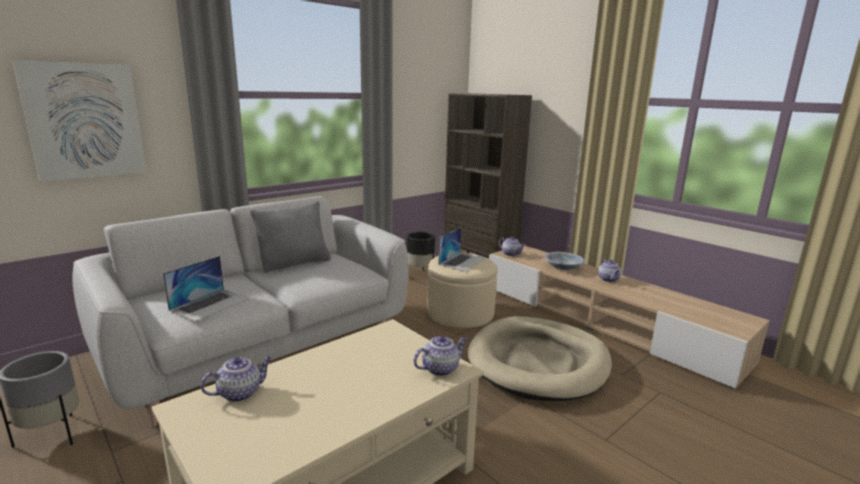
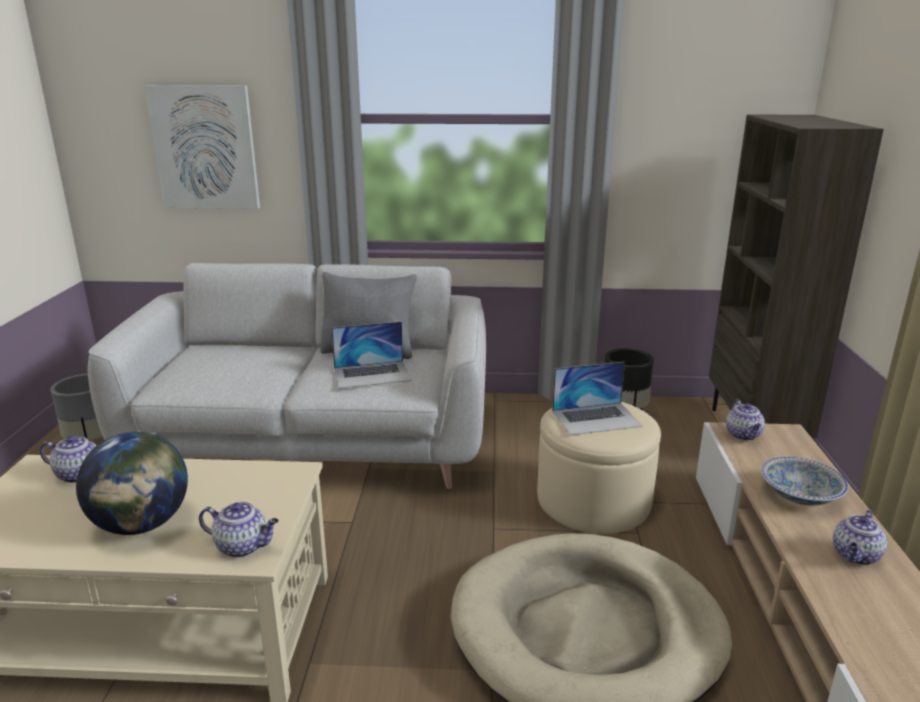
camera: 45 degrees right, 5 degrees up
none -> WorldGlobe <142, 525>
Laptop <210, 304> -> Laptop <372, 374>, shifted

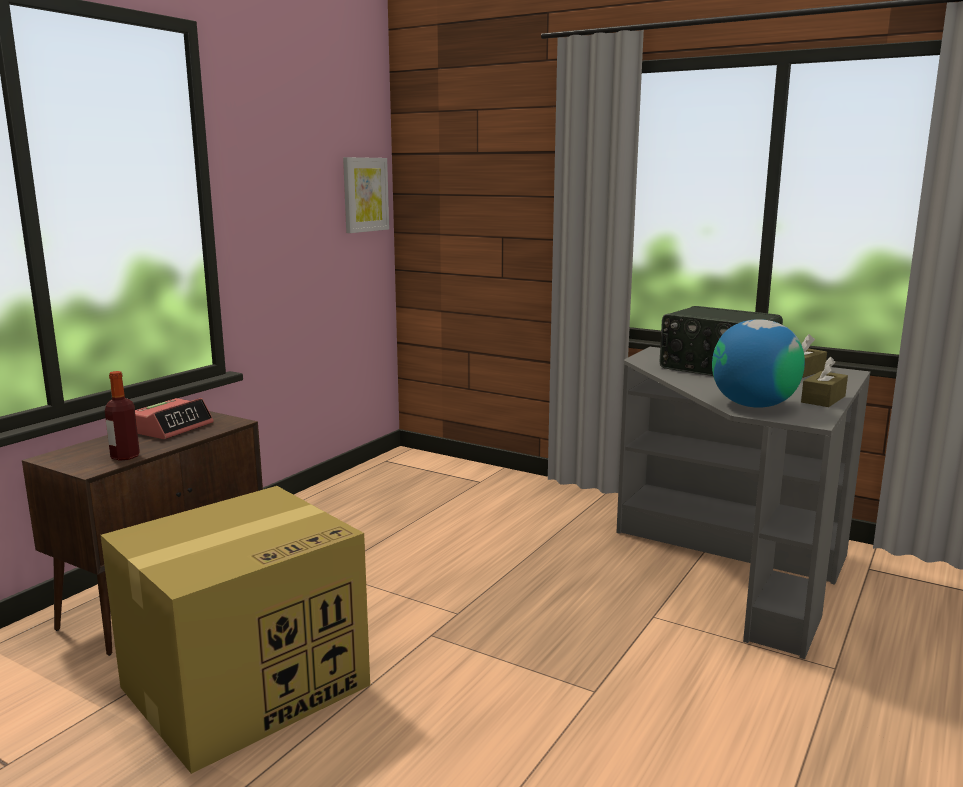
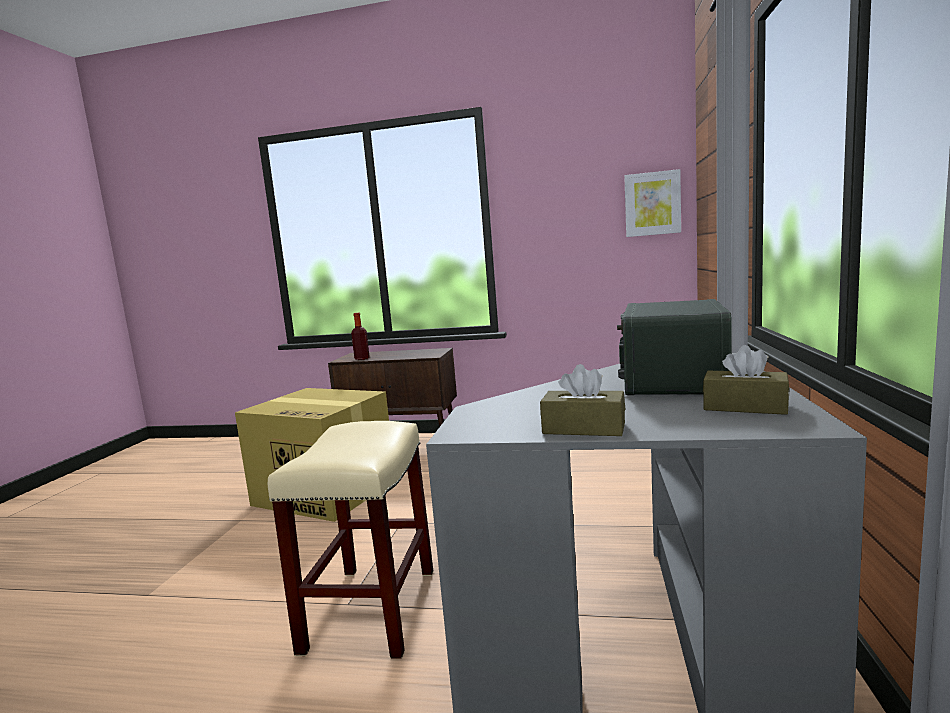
camera: 70 degrees right, 5 degrees down
BedsideClock <172, 428> -> none
WorldGlobe <753, 405> -> none
none -> BeigeColouredStool <370, 608>

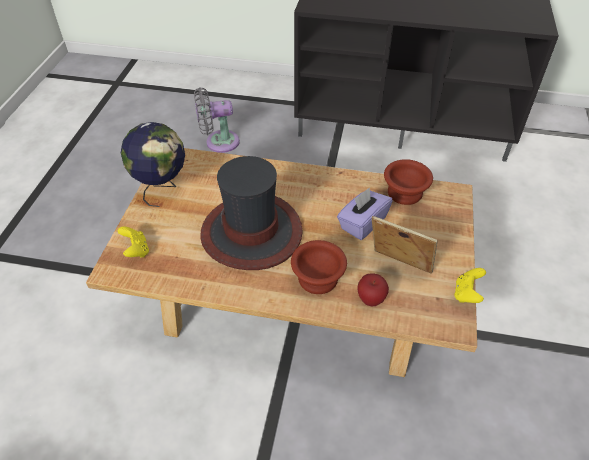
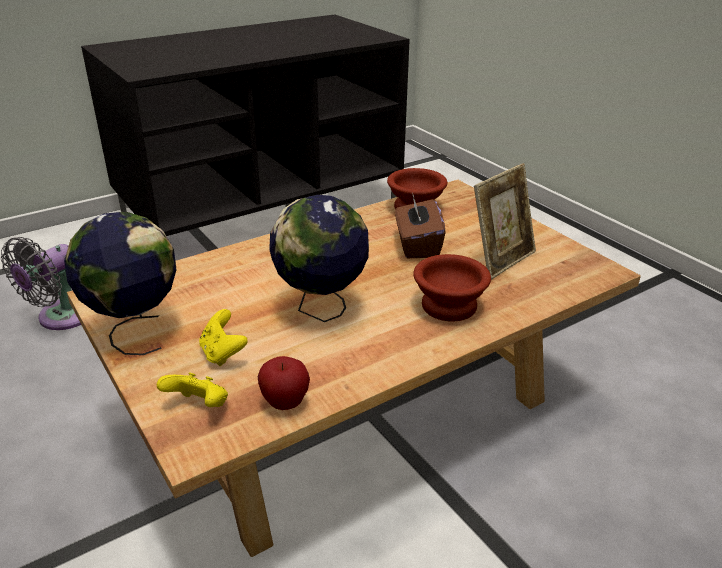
camera: 45 degrees left, 15 degrees down
Apple <371, 300> -> Apple <285, 403>, shifted
YellowColouredGameController <466, 294> -> YellowColouredGameController <223, 353>, shifted
Hat <252, 232> -> WorldGlobe <321, 309>
PurplishTissueBox <362, 223> -> BrownishTissueBox <417, 245>
StandingFrame <398, 268> -> StandingFrame <501, 260>, 150 degrees clockwise

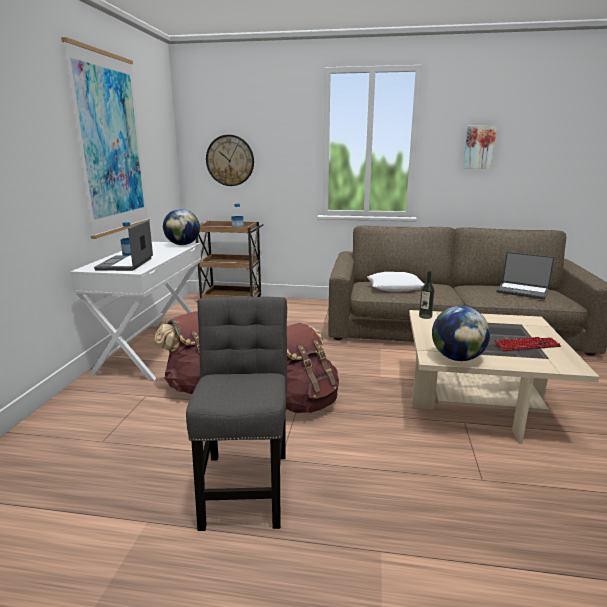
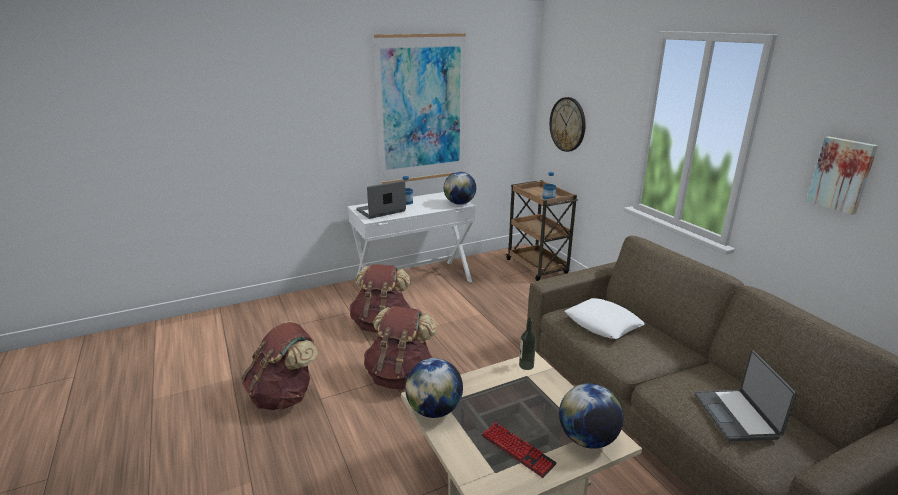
camera: 55 degrees right, 5 degrees up
none -> WorldGlobe <587, 439>
GreyishUprightChair <245, 483> -> BrownishRucksack <284, 396>

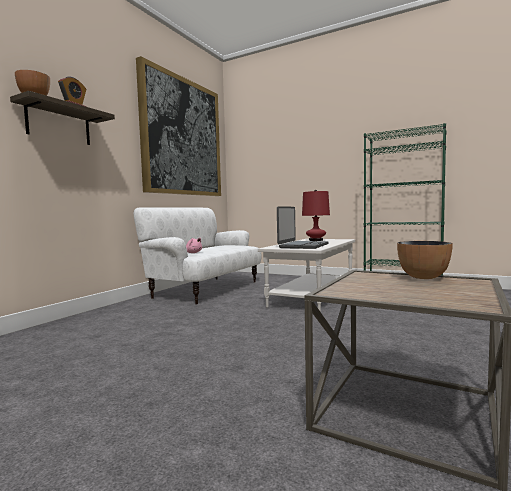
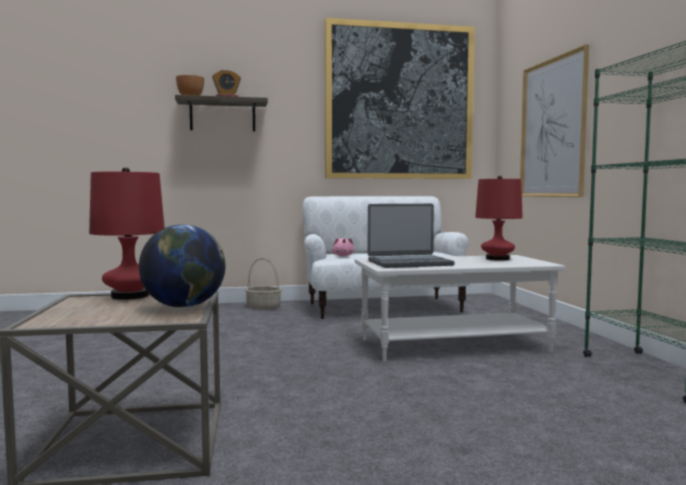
camera: 50 degrees right, 0 degrees up
none -> RedColouredTableLamp <130, 296>
none -> HouseholdBasket <263, 307>
none -> WallArt <552, 128>
ServingBowl <423, 277> -> WorldGlobe <184, 306>

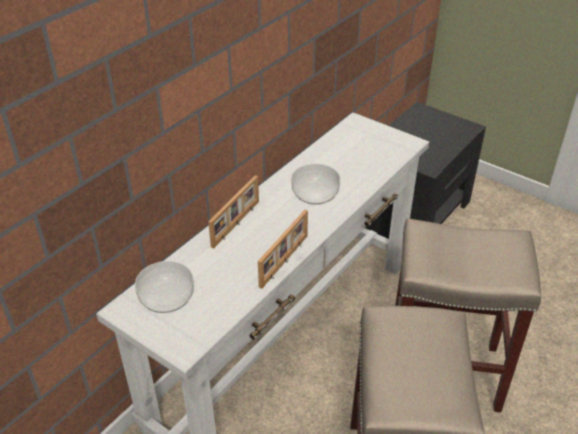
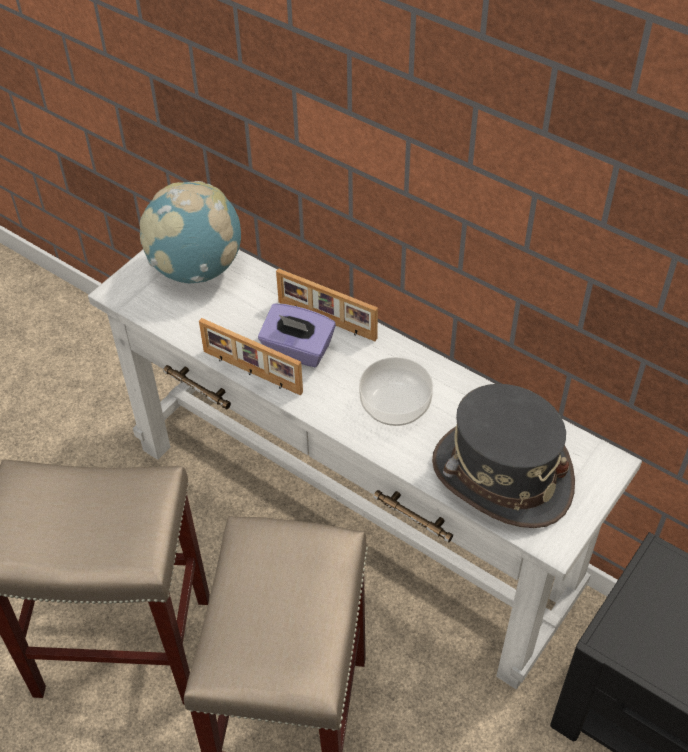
camera: 90 degrees right, 10 degrees up
none -> PurplishTissueBox <297, 350>
none -> GreyishHat <501, 476>
ServingBowl <166, 297> -> WorldGlobe <197, 269>

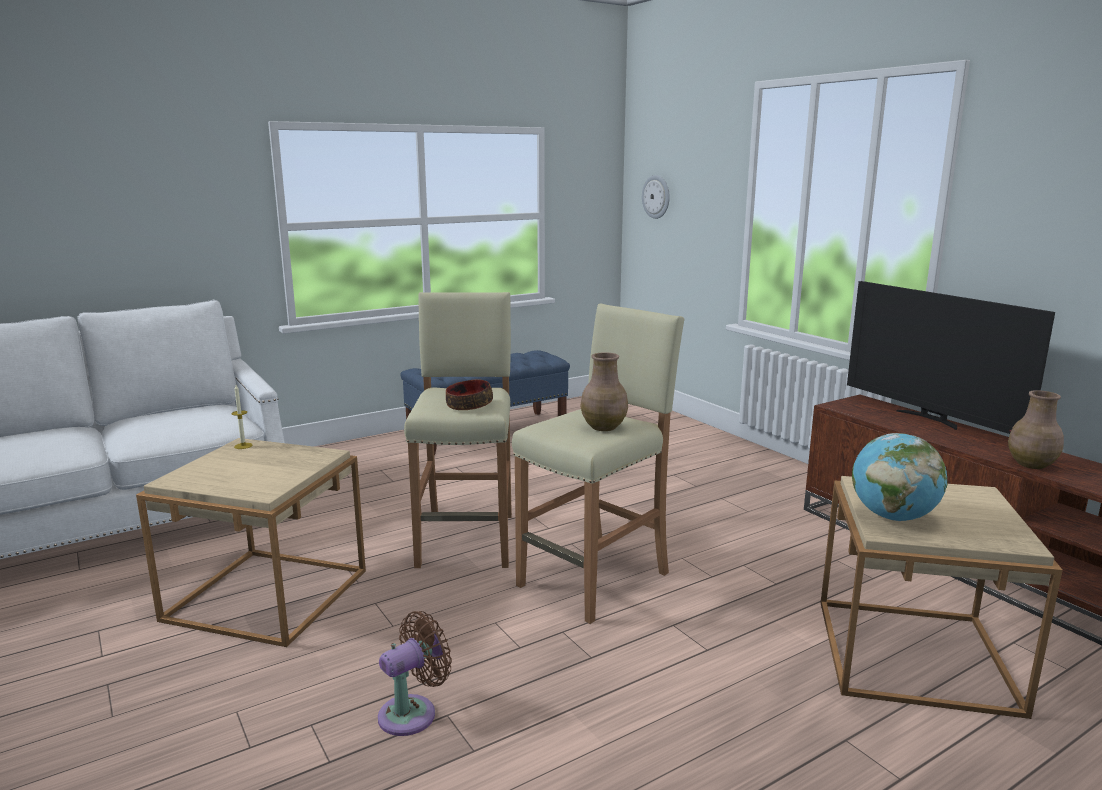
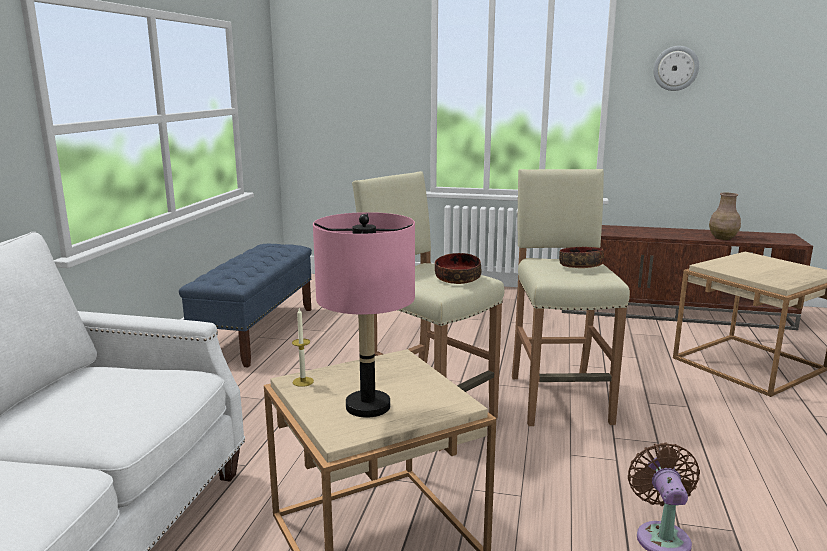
camera: 45 degrees left, 0 degrees up
Television <930, 419> -> none
WorldGlobe <893, 517> -> none
none -> PinkishTableLamp <368, 406>
HangingClock <656, 196> -> HangingClock <675, 68>, shifted
BrownishFlowerVase <604, 427> -> ServingBowl <581, 266>

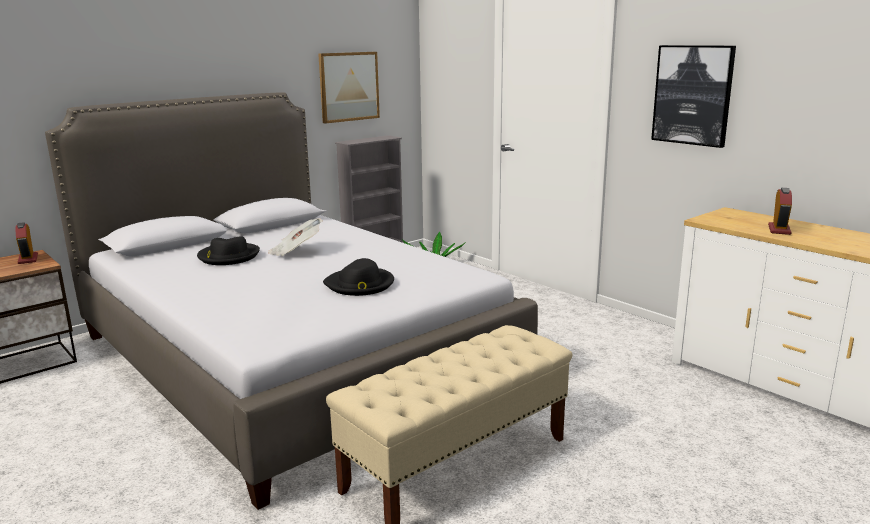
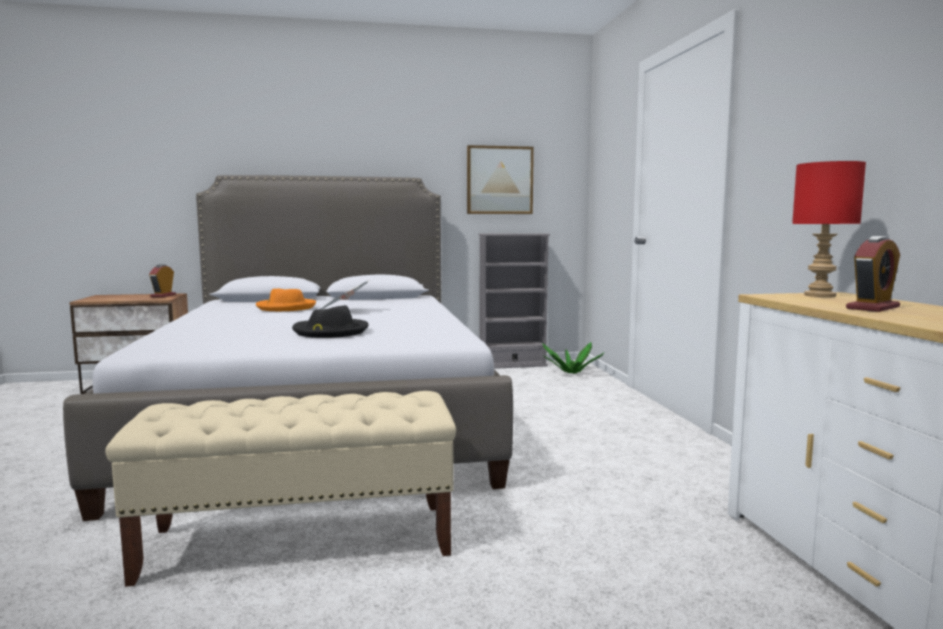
camera: 30 degrees right, 10 degrees down
WallArt <692, 95> -> none
none -> RedColouredTableLamp <818, 295>
BlackColouredHat <228, 256> -> OrangeColouredHat <286, 307>

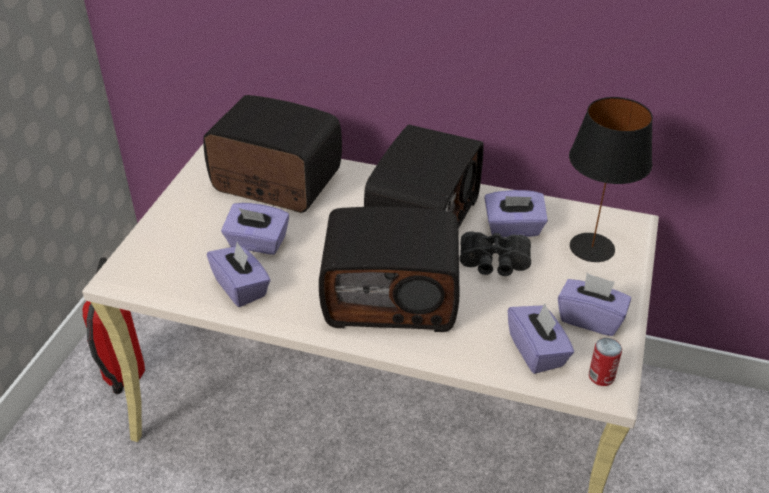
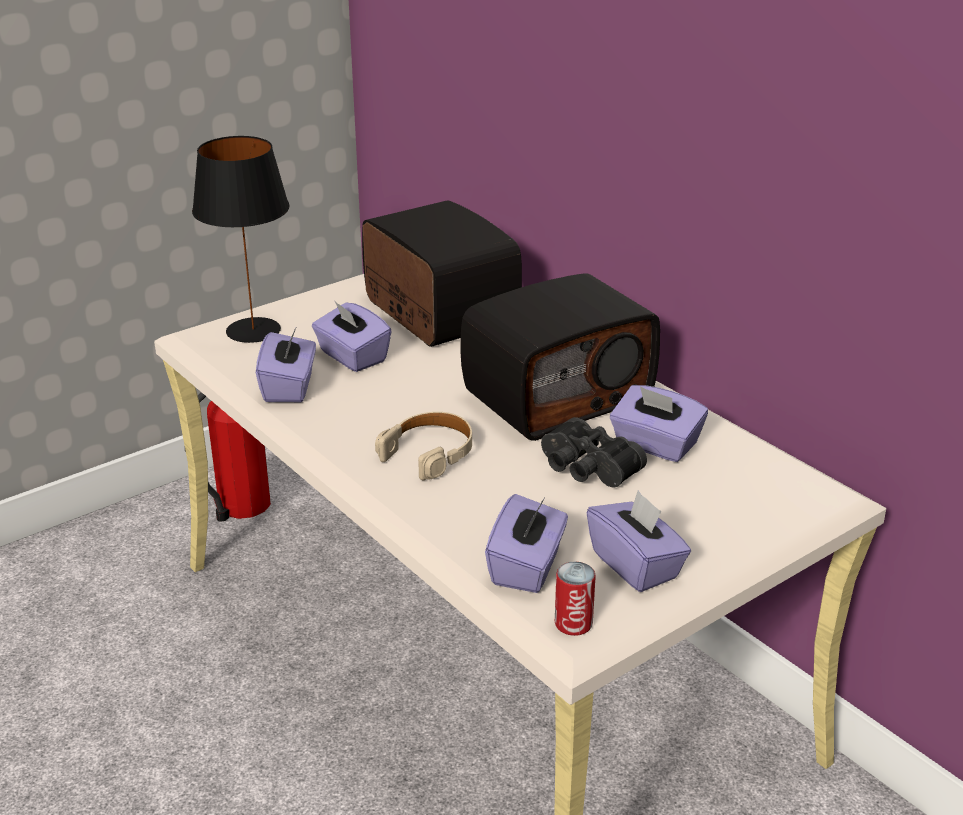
camera: 35 degrees right, 10 degrees down
BlackColouredTableLamp <592, 248> -> BlackColouredTableLamp <252, 331>, shifted
Radio <392, 296> -> BeigeColouredHeadphones <429, 453>

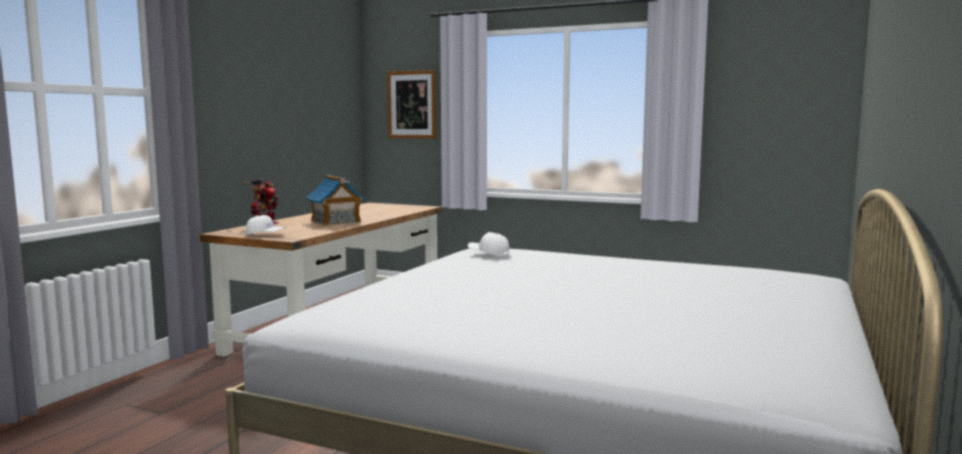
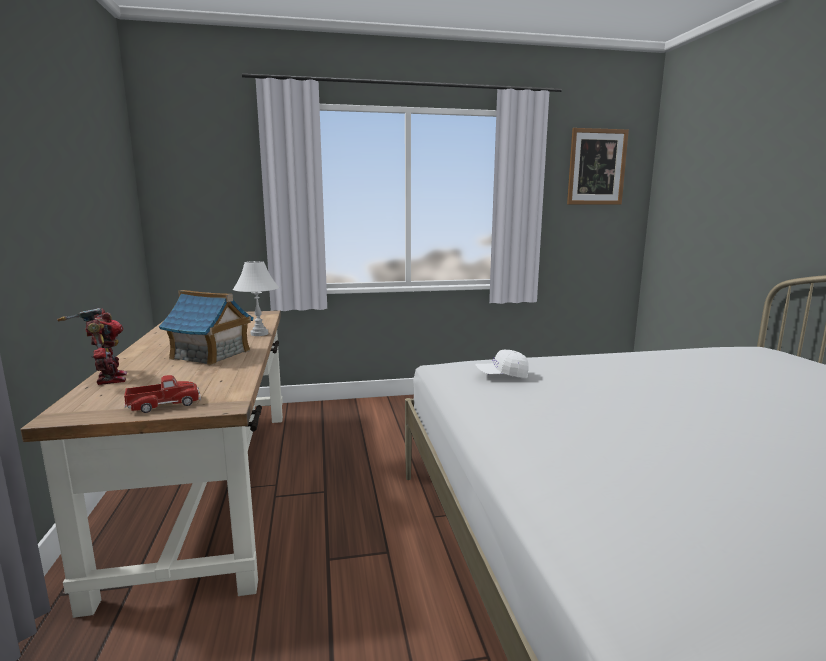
camera: 35 degrees left, 5 degrees up
none -> WhiteTableLamp <259, 334>
WallArt <412, 104> -> WallArt <596, 167>, shifted
WhiteCap <266, 235> -> ToyTruck <164, 404>

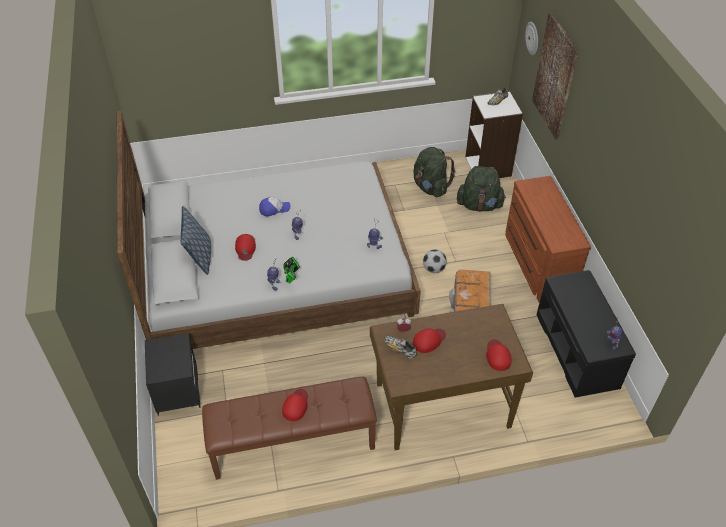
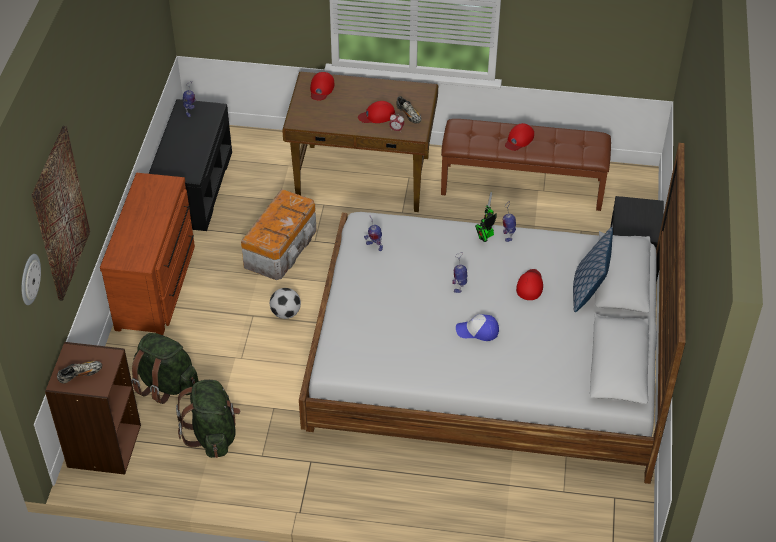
camera: 160 degrees left, 0 degrees up
WhiteBookshelf <488, 166> -> BrownishBookshelf <103, 445>

